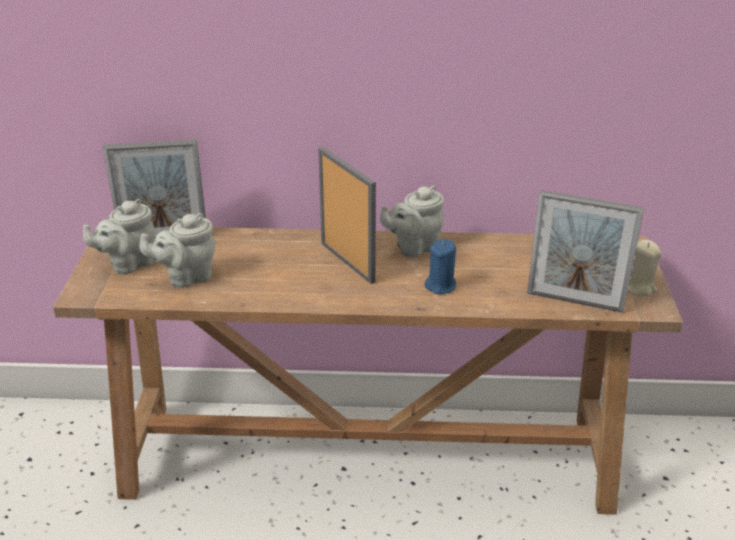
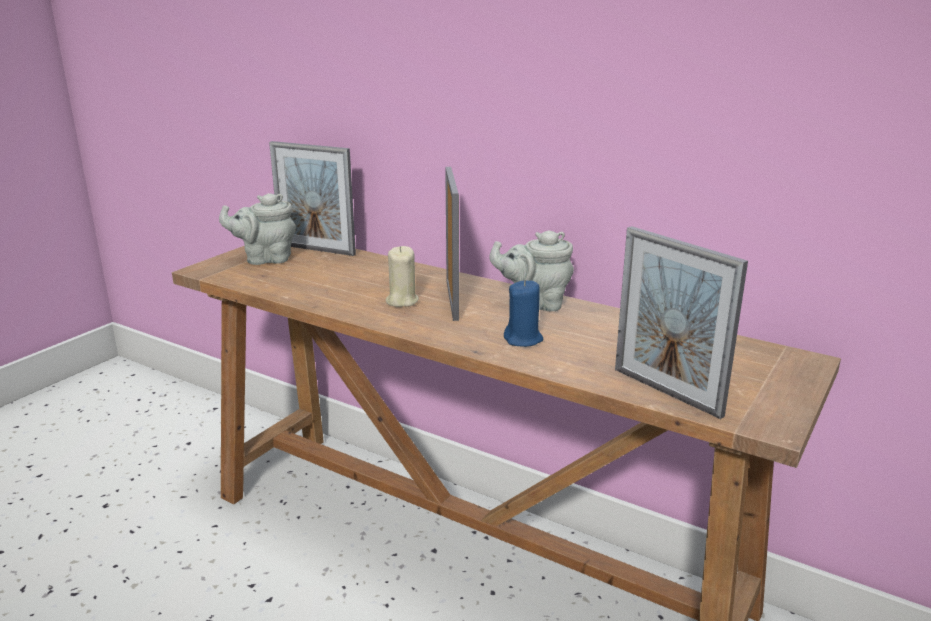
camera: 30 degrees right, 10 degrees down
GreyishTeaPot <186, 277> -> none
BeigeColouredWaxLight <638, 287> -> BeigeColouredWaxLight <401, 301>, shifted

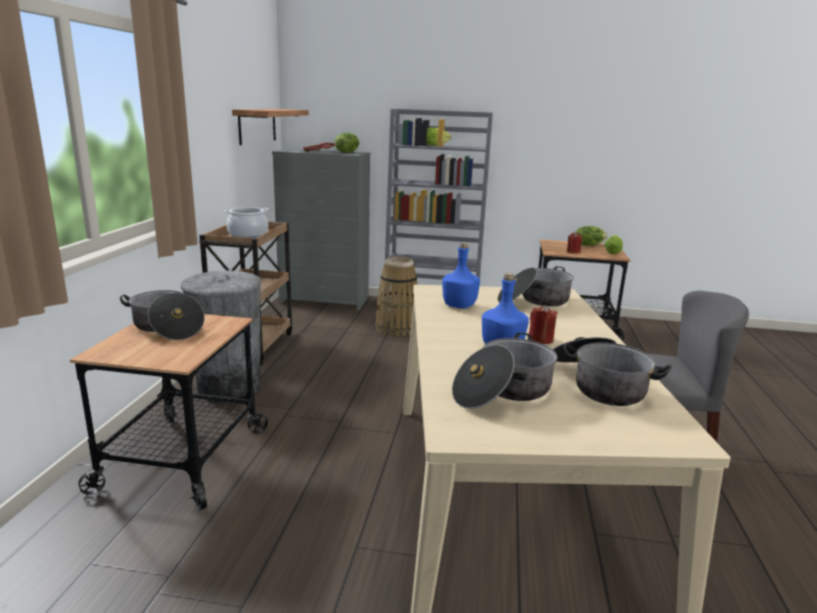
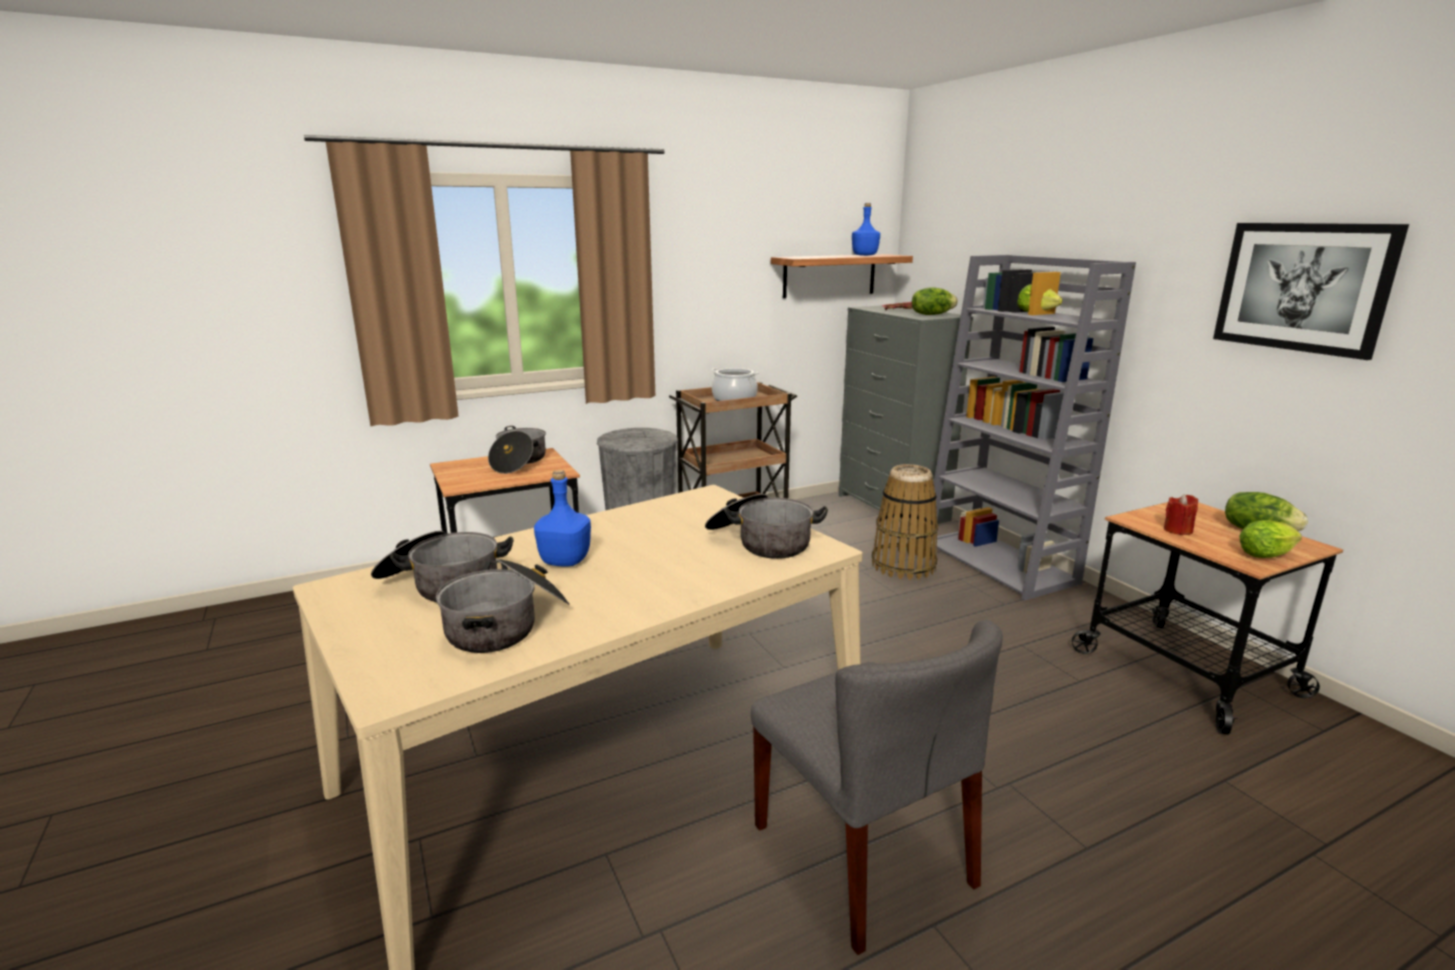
camera: 55 degrees right, 0 degrees up
RedColouredWaxLight <540, 339> -> none
none -> WallArt <1303, 287>
BlueBottle <459, 306> -> BlueBottle <864, 255>, shifted

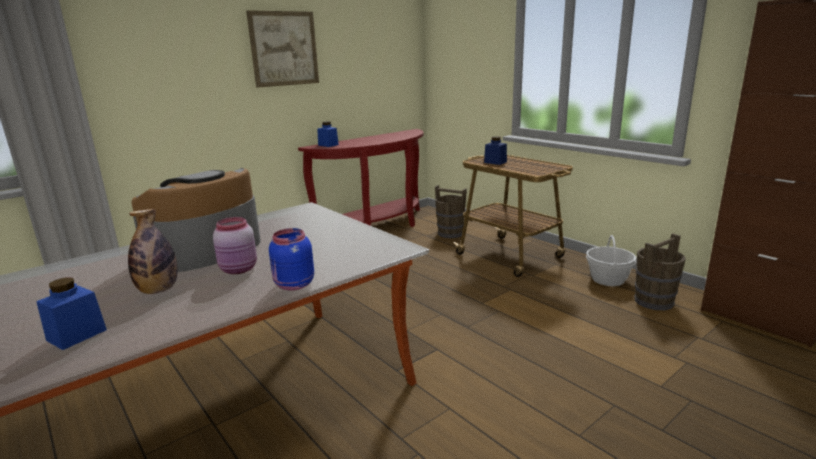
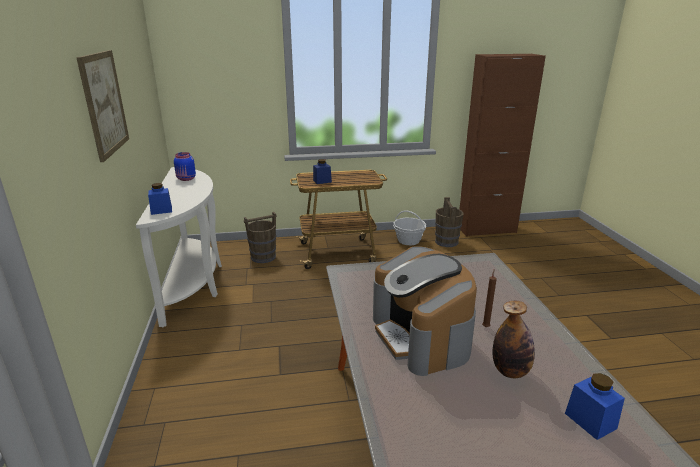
camera: 60 degrees left, 5 degrees up
BlueJar <293, 285> -> BlueJar <186, 179>, shifted
PinkishJar <239, 269> -> BrownishWaxLight <486, 326>
RedColouredHallTable <378, 228> -> WhiteHallTable <195, 282>

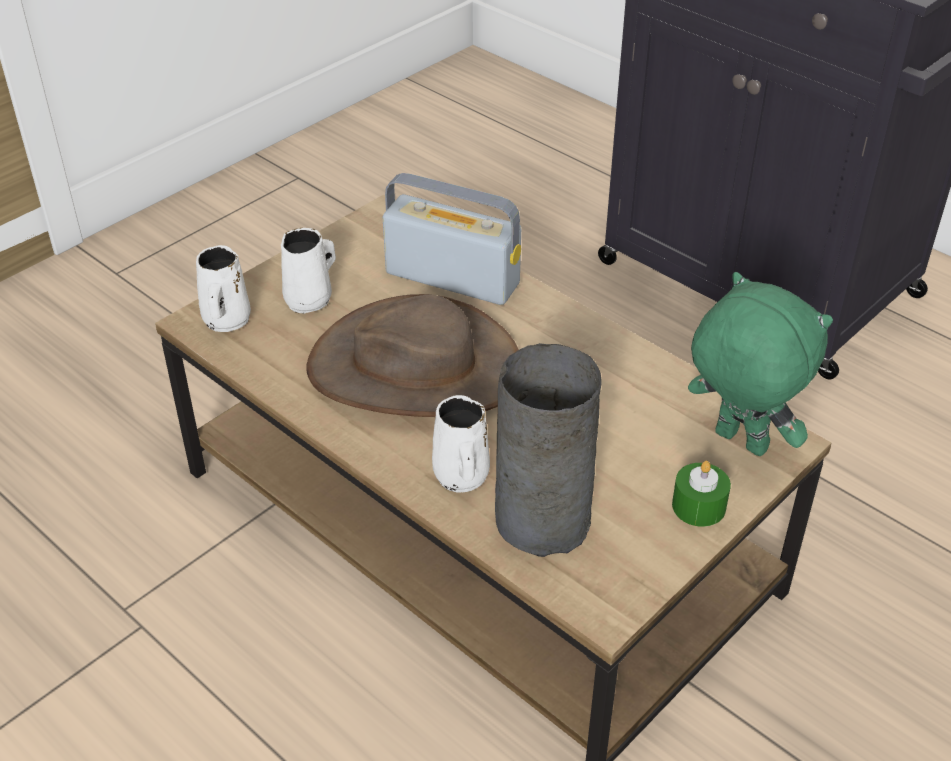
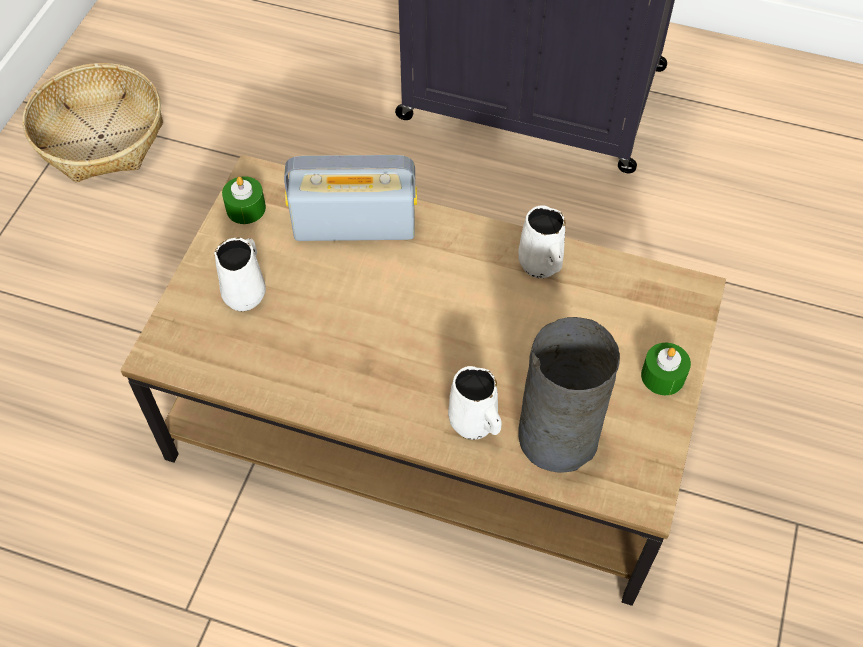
camera: 25 degrees left, 15 degrees up
BrownishHat <415, 368> -> none
GreenishPlushToy <738, 443> -> none
none -> HouseholdBasket <101, 137>
none -> GreenishWaxLight <246, 208>
WhiteTeaMug <226, 321> -> WhiteTeaMug <541, 265>, shifted

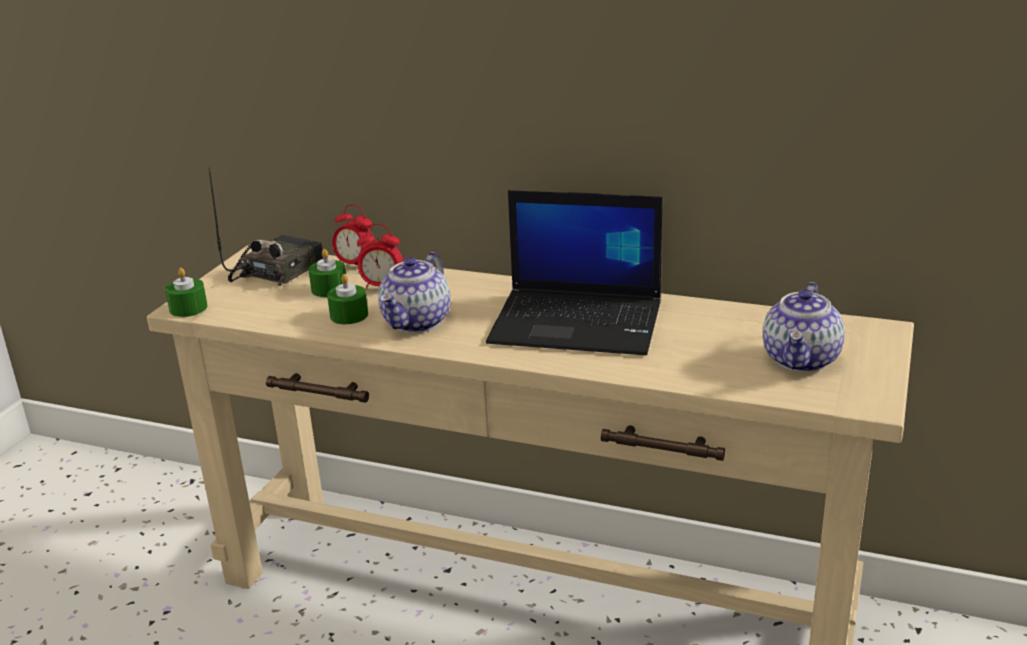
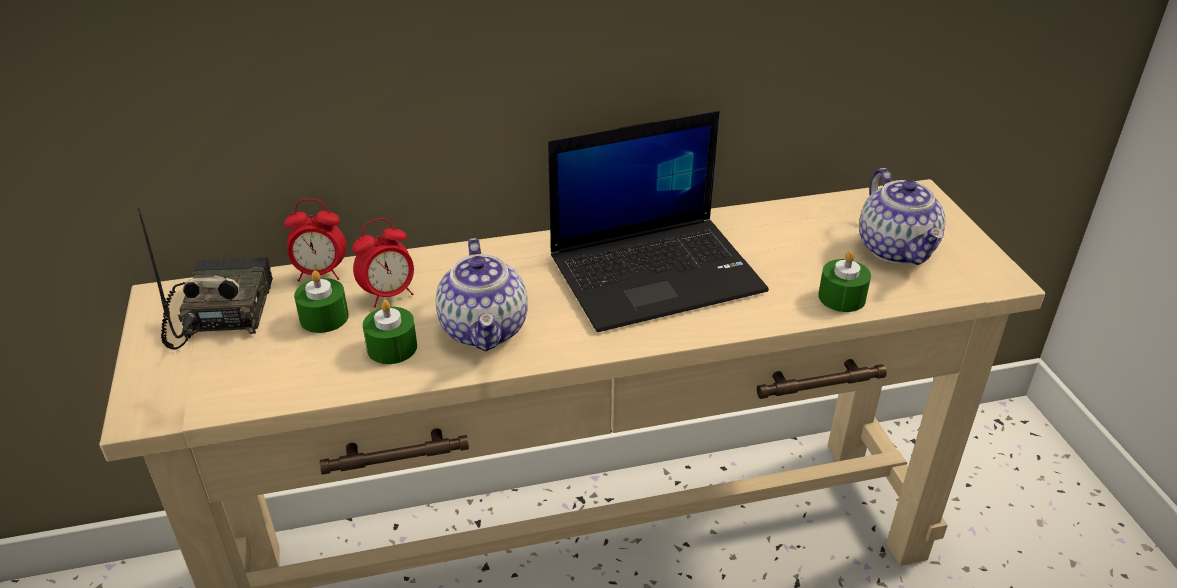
camera: 35 degrees left, 10 degrees up
GreenishWaxLight <188, 308> -> GreenishWaxLight <841, 297>, shifted

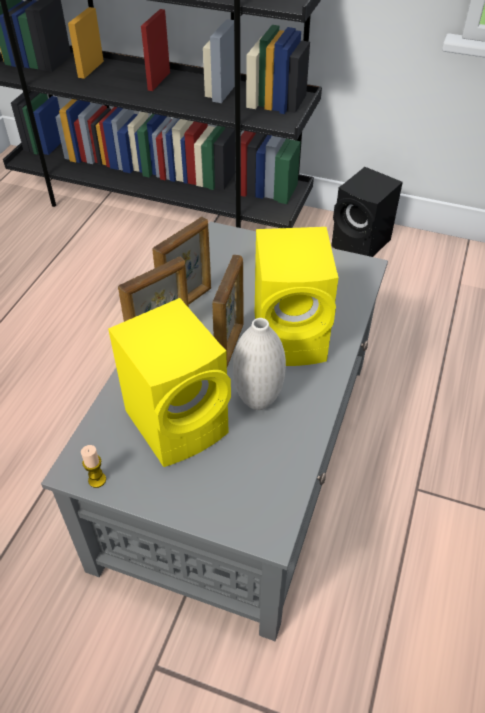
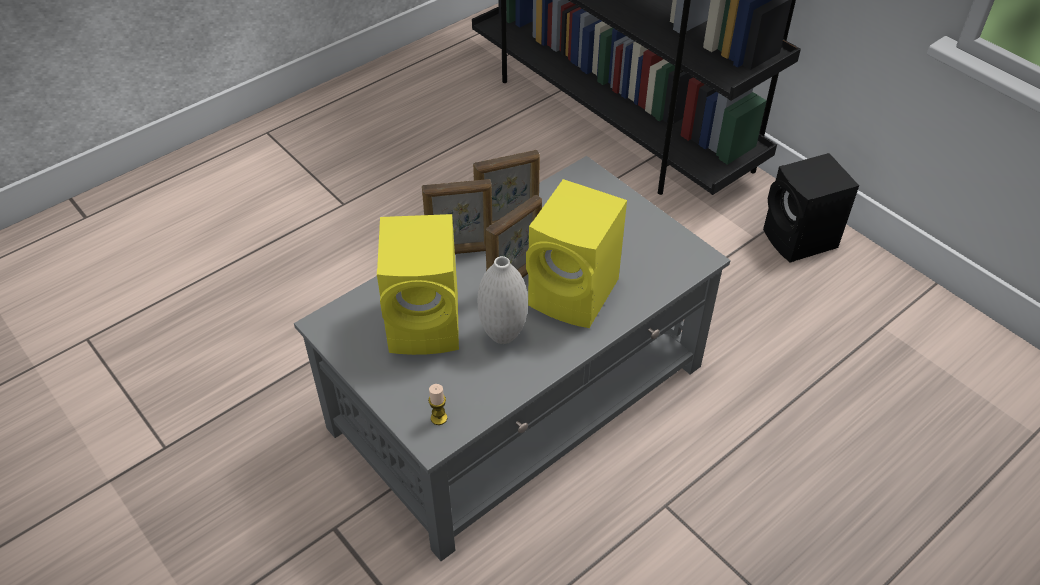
camera: 30 degrees right, 0 degrees up
WaxLight <97, 480> -> WaxLight <439, 418>, shifted

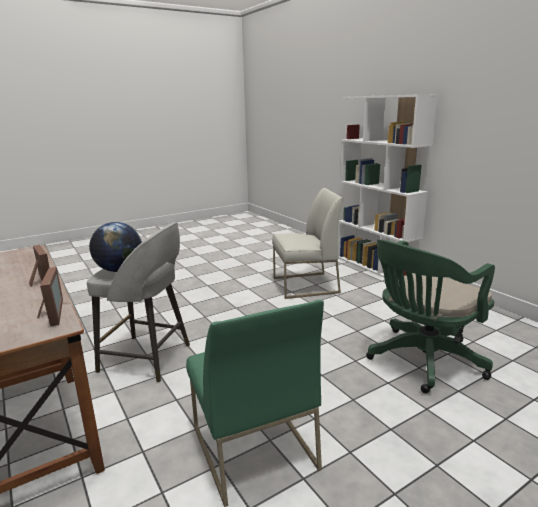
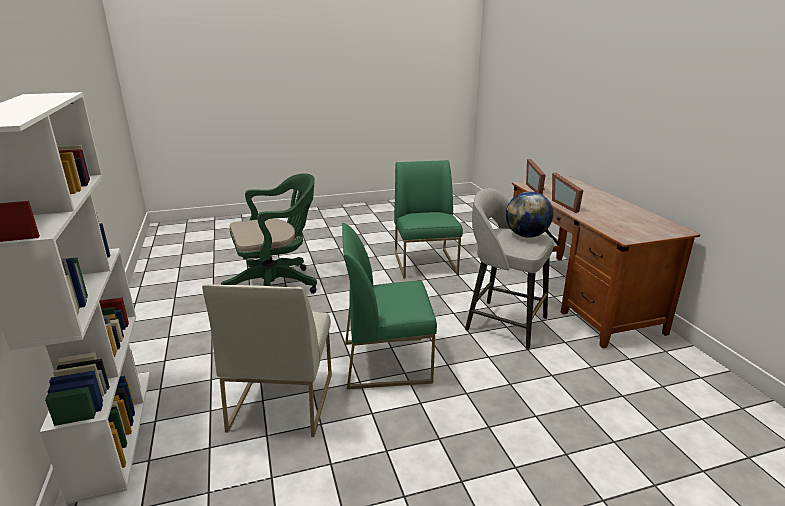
camera: 165 degrees left, 5 degrees up
none -> GreenishUprightChair <387, 361>
WhiteUprightChair <305, 285> -> WhiteUprightChair <281, 400>, 90 degrees counterclockwise

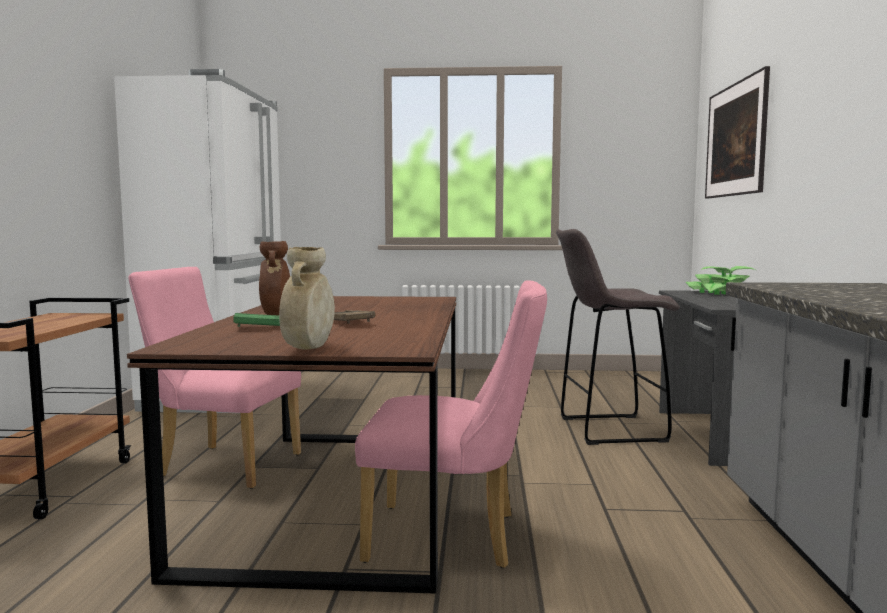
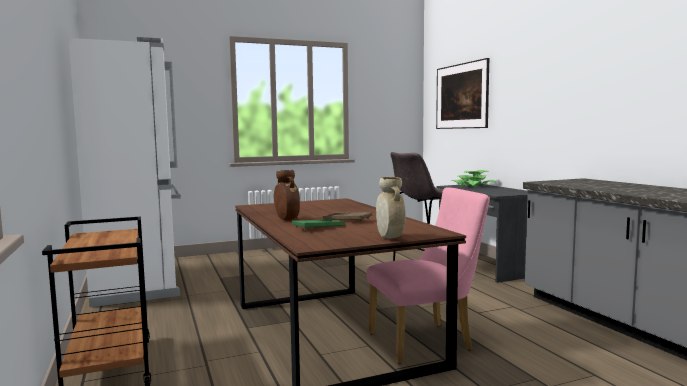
camera: 25 degrees left, 0 degrees up
PinkishUprightChair <222, 465> -> none

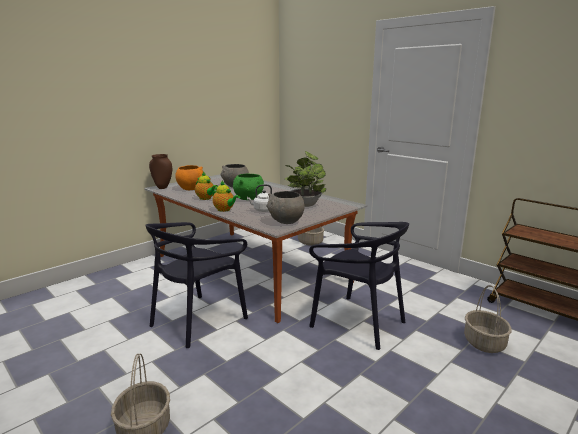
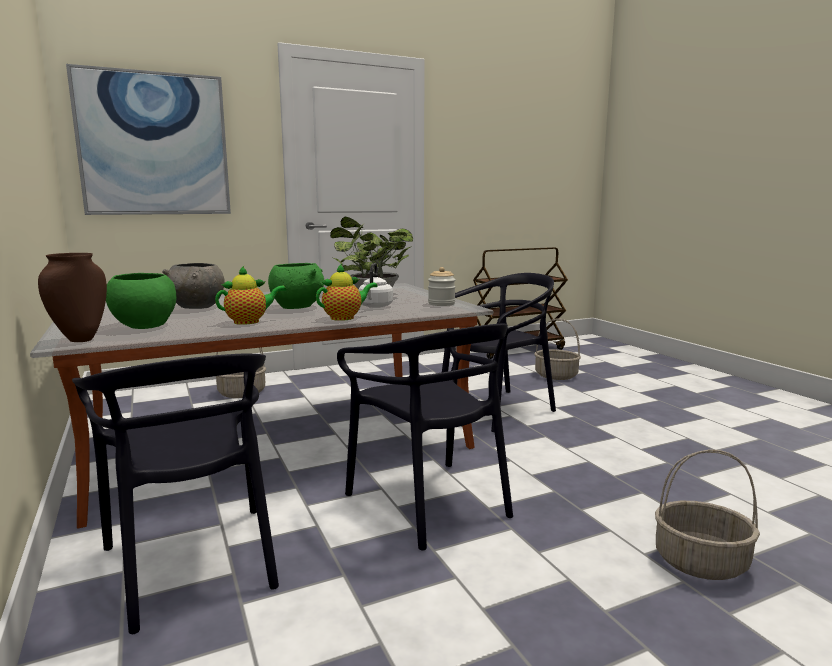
camera: 70 degrees left, 5 degrees down
none -> WallArt <154, 144>
none -> BlackColouredUprightChair <194, 563>
GreyishServingBowl <286, 221> -> Jar <441, 304>
OrangeColouredServingBowl <190, 188> -> GreenishServingBowl <144, 325>

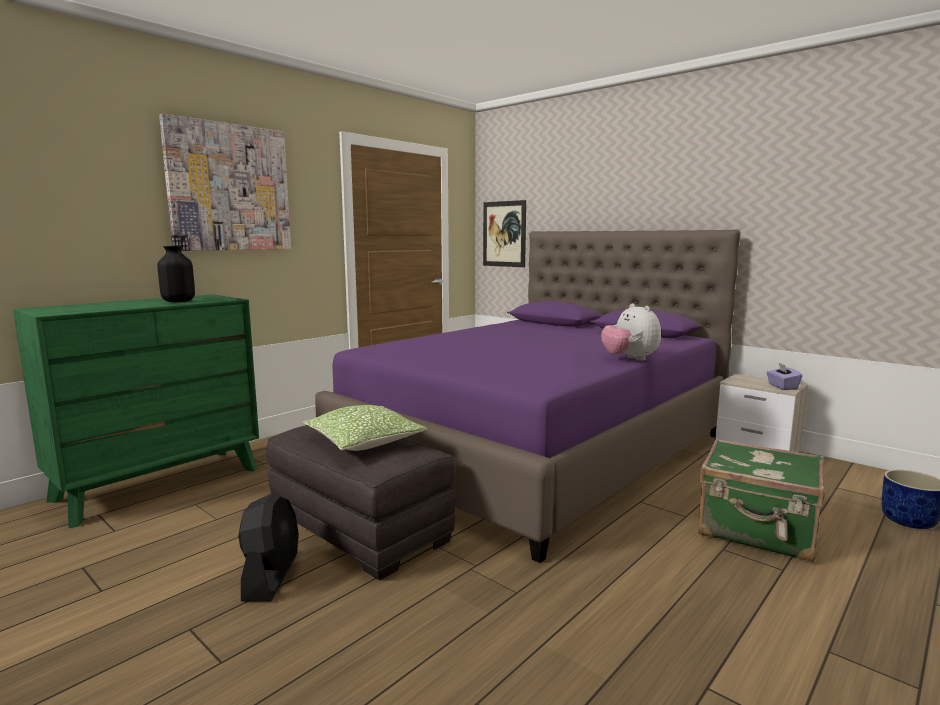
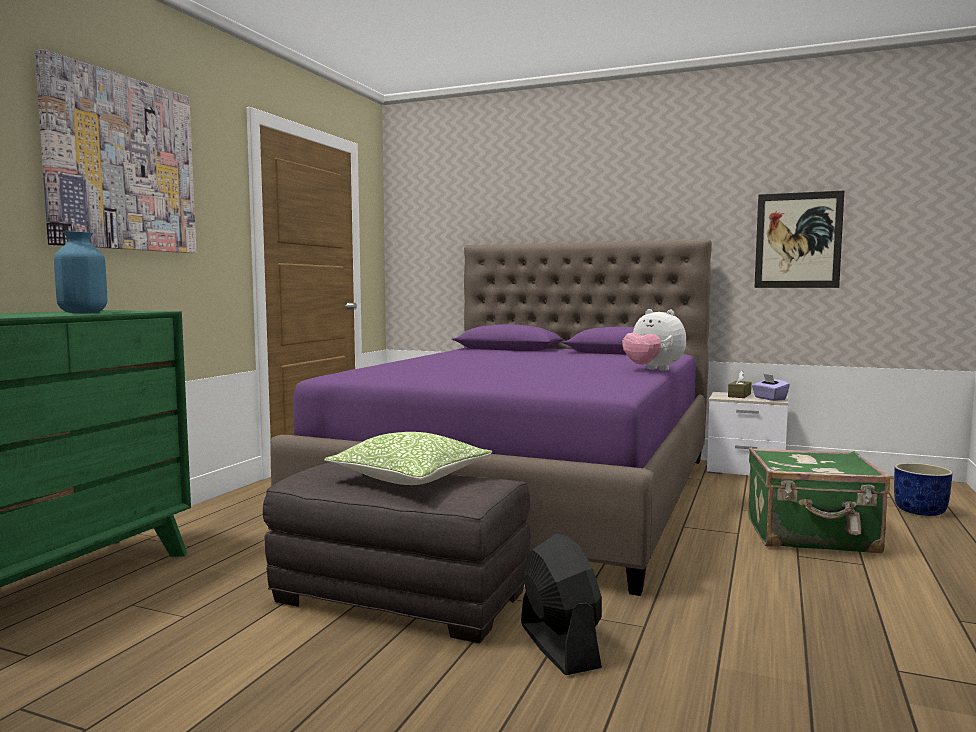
camera: 20 degrees left, 5 degrees down
none -> BrownishTissueBox <739, 395>
BlackColouredElectricFan <271, 576> -> BlackColouredElectricFan <558, 645>, shifted
WallArt <504, 234> -> WallArt <798, 240>, shifted
BlackColouredFlowerVase <178, 301> -> BlueFlowerVase <83, 312>

